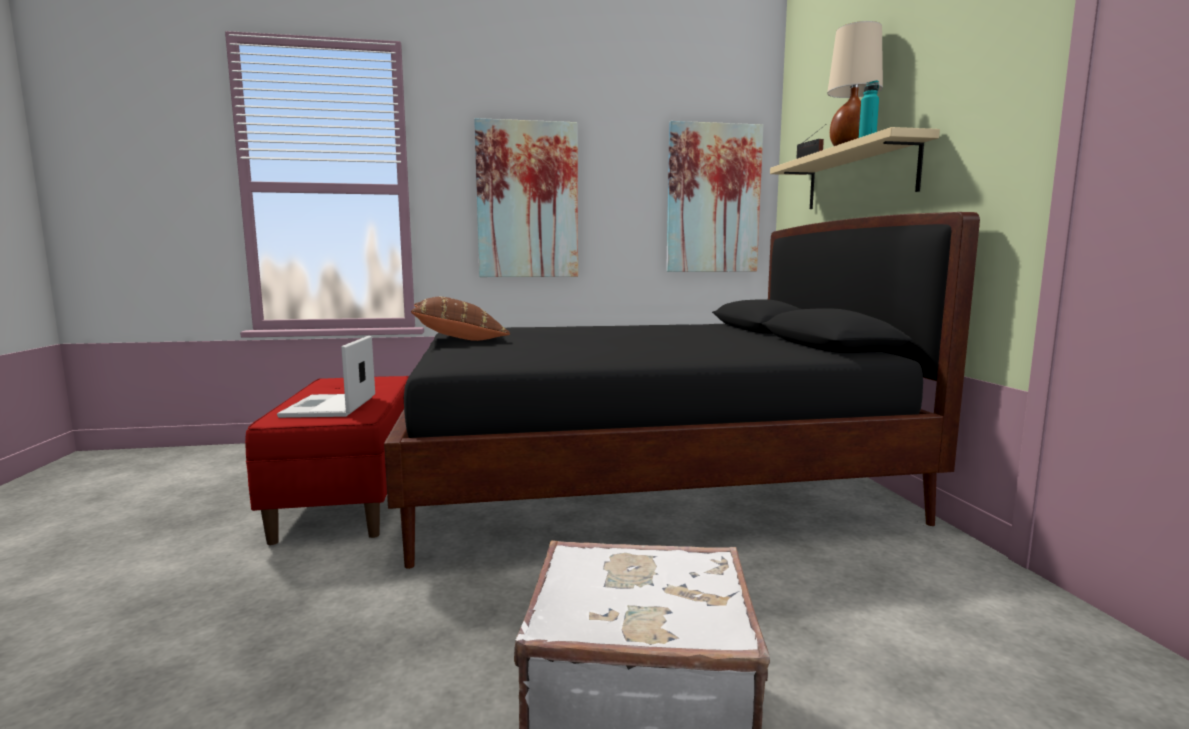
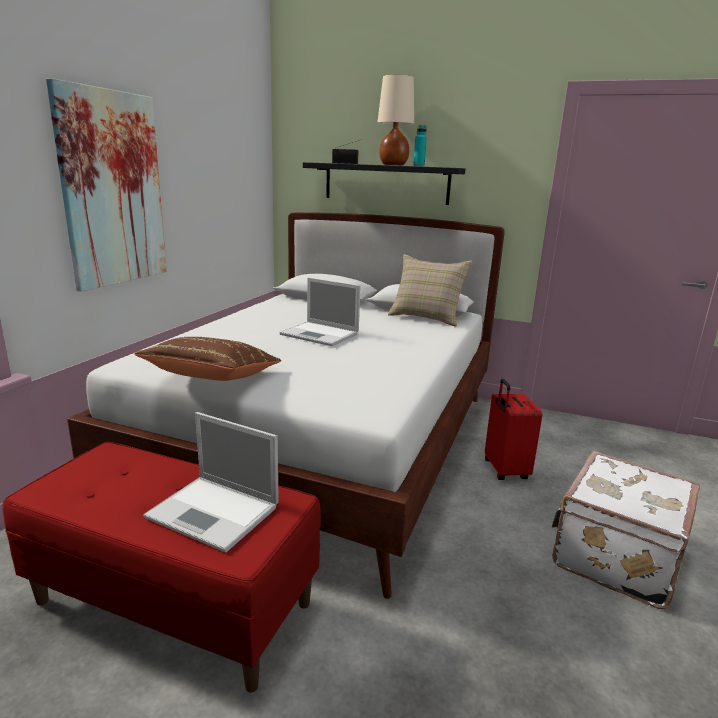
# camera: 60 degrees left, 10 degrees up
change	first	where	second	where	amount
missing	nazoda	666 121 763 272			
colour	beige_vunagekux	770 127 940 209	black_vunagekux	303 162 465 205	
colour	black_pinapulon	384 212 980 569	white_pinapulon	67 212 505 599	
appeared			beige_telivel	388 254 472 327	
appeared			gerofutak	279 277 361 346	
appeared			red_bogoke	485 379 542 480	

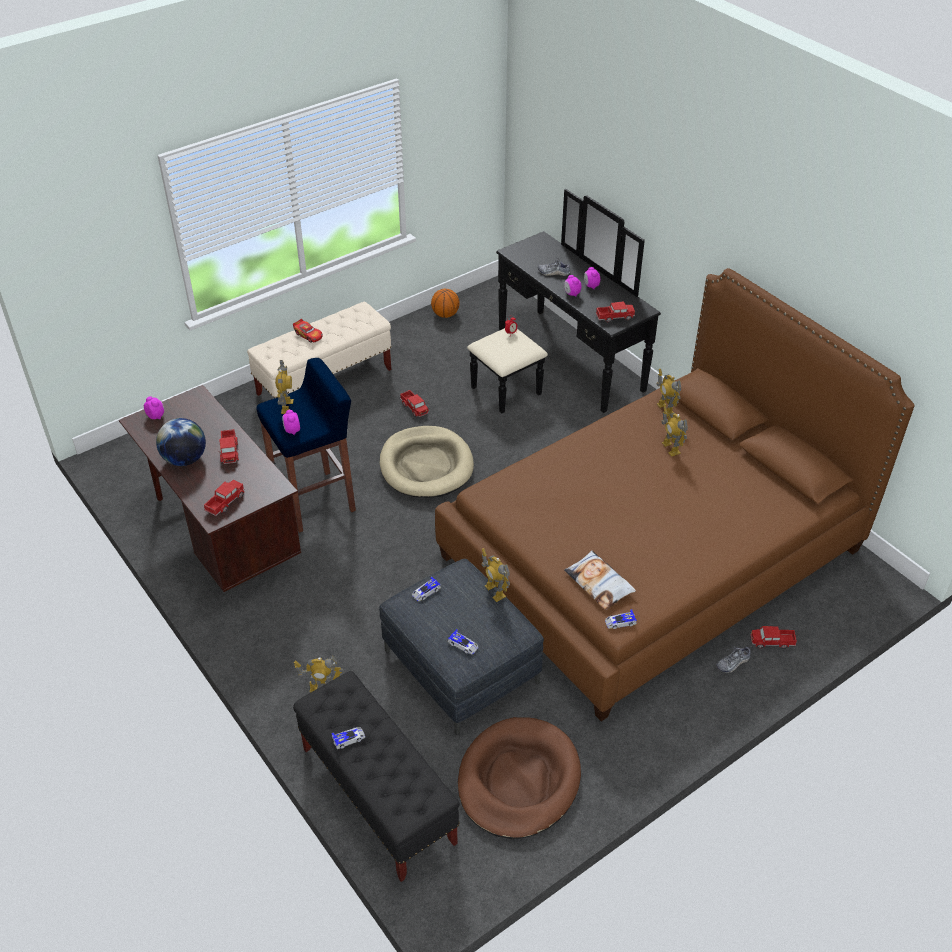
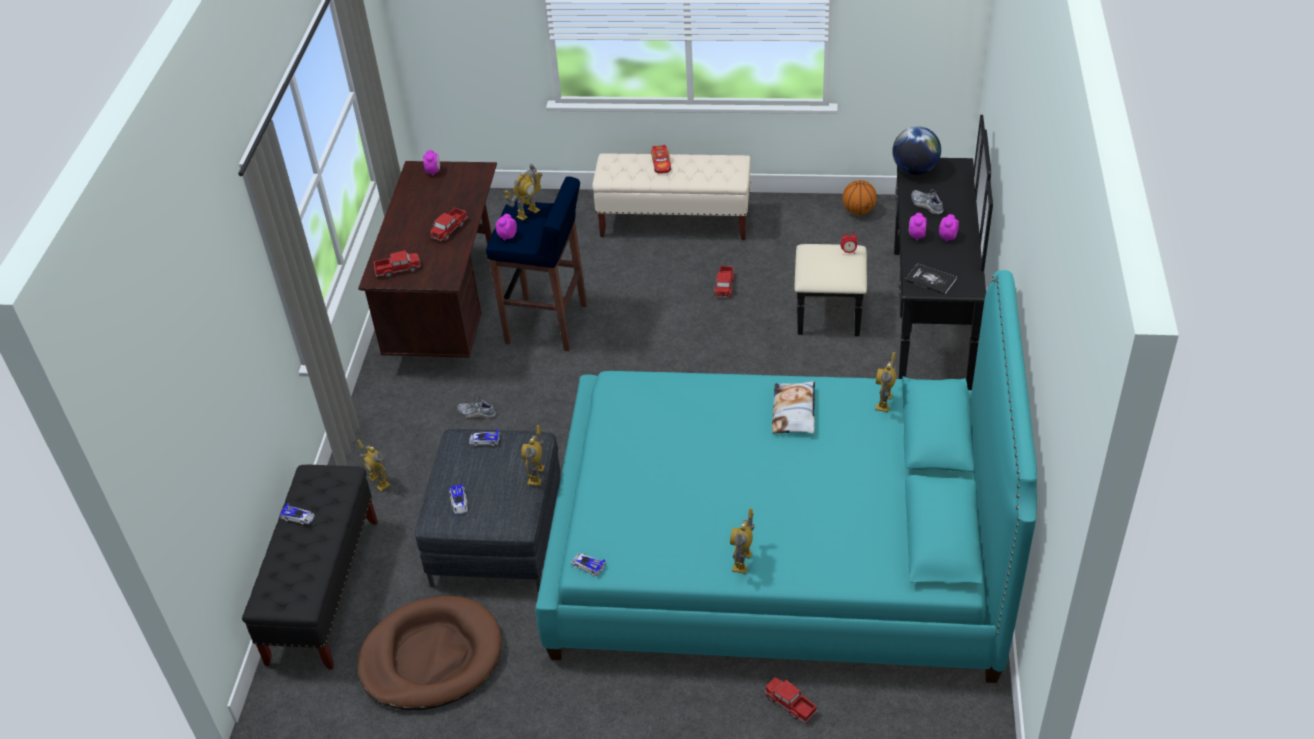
# camera: 45 degrees right, 0 degrees up
change	first	where	second	where	amount
colour	brown_pinapulon	435 268 915 721	turquoise_pinapulon	535 270 1037 683	
exchanged	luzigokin	596 301 635 322	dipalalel	905 263 957 295	
relocated	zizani	661 406 688 457		730 508 755 574	
relocated	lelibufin	156 418 206 466		892 126 941 175	
missing	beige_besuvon	380 426 474 498			
relocated	telivel	564 550 636 610		772 381 815 434	
relocated	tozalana	716 647 751 673		457 397 496 419	

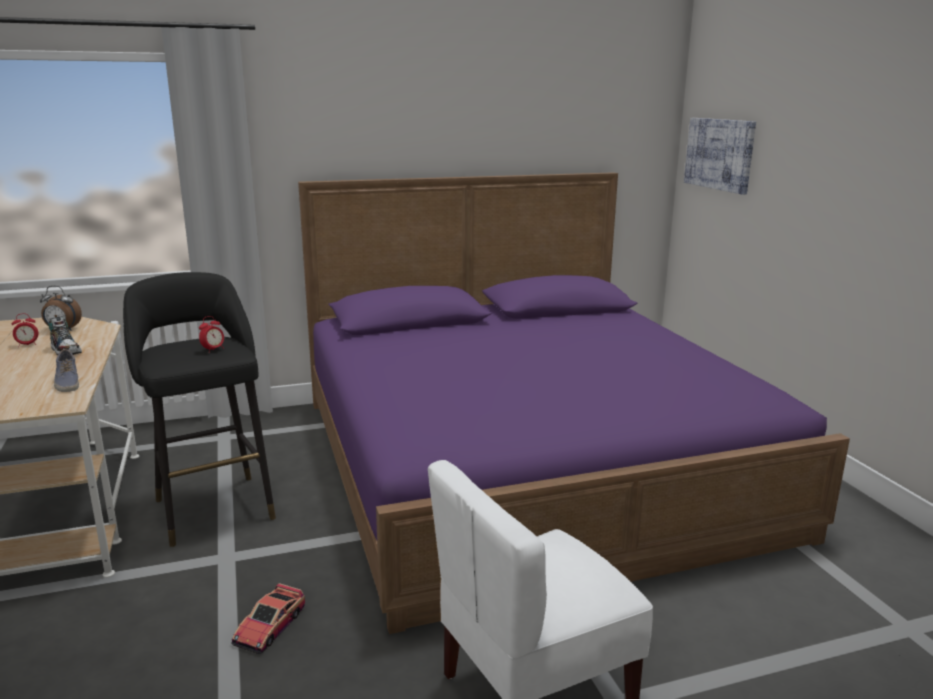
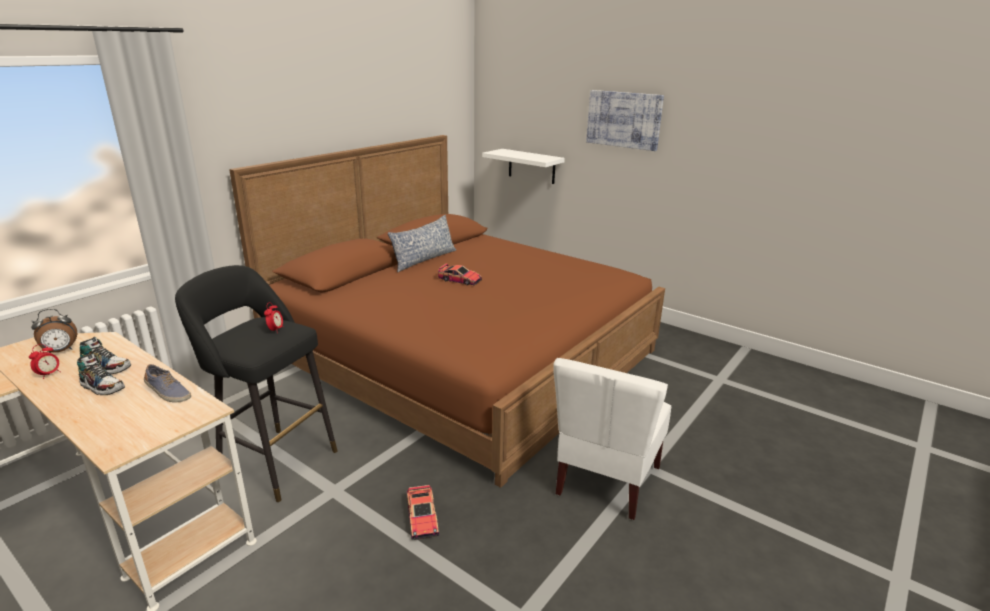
# camera: 35 degrees left, 5 degrees up
change	first	where	second	where	amount
relocated	nazoda	684 118 756 195		586 90 664 151	
colour	purple_pinapulon	298 172 850 634	brown_pinapulon	229 135 665 488	
appeared			white_vunagekux	482 149 565 184	
appeared			telivel	388 215 456 272	
appeared			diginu	438 264 482 285	
appeared			tozalana	77 353 125 395	

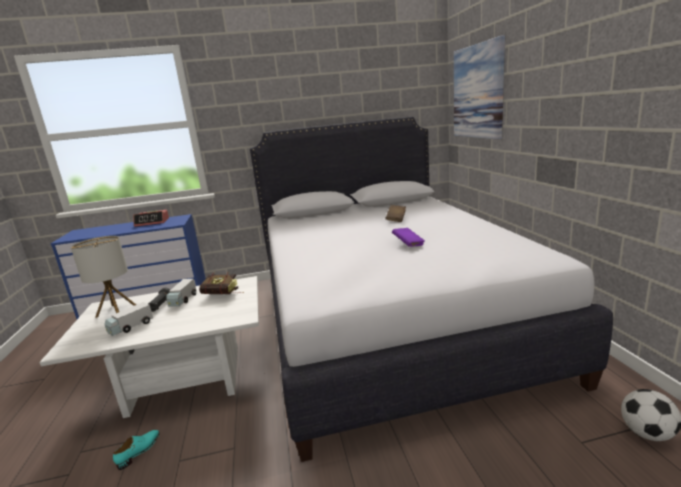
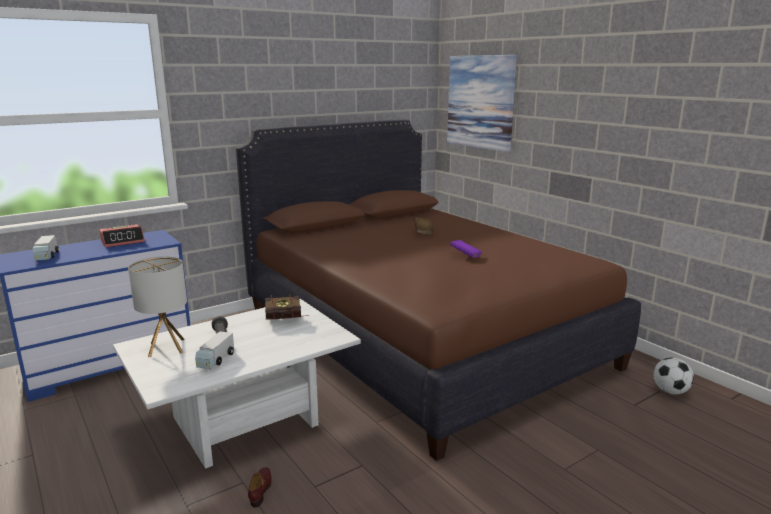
# camera: 25 degrees left, 0 degrees up
change	first	where	second	where	amount
colour	white_pinapulon	250 117 613 462	brown_pinapulon	236 120 641 461	
relocated	luzigokin	166 279 196 307		33 235 59 261	
colour	turquoise_tozalana	113 430 159 470	brown_tozalana	248 467 272 508	

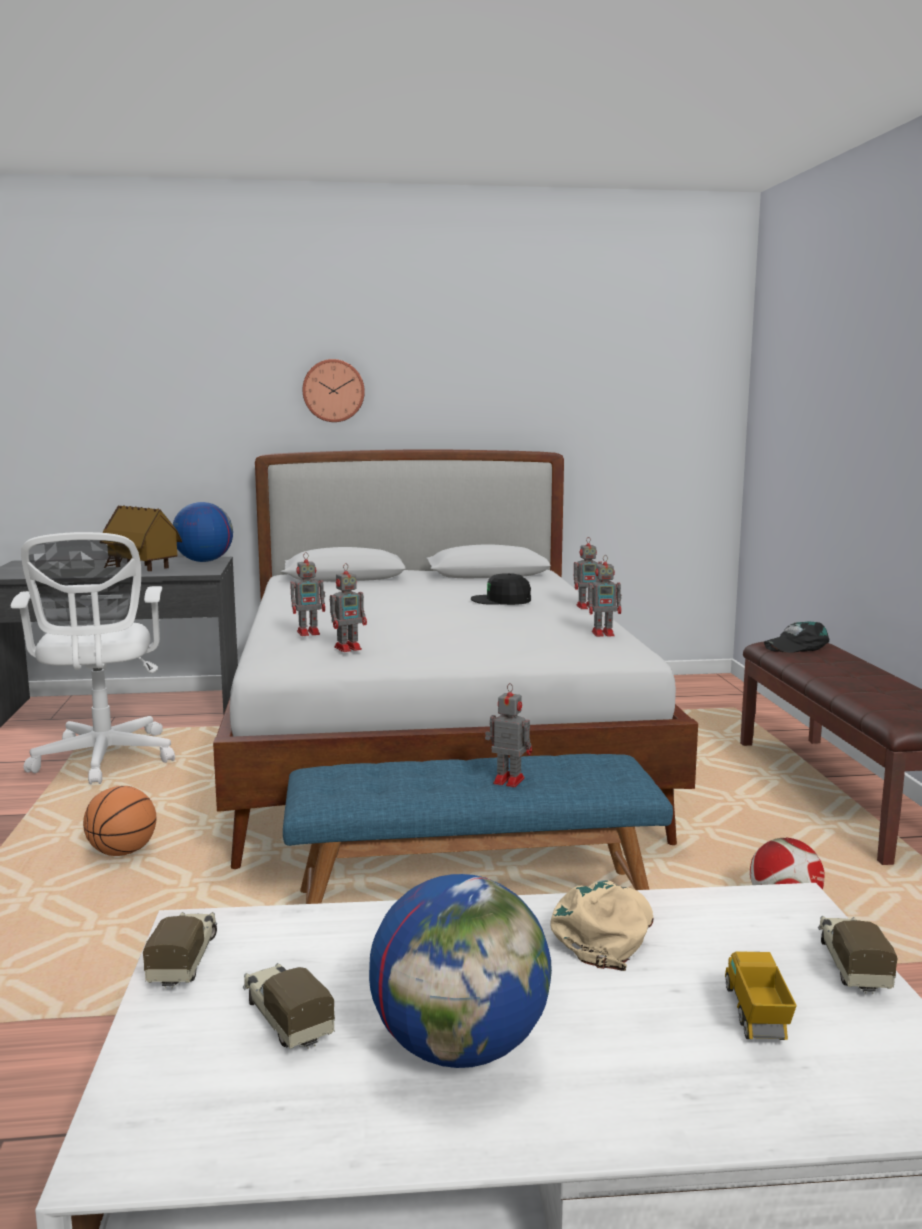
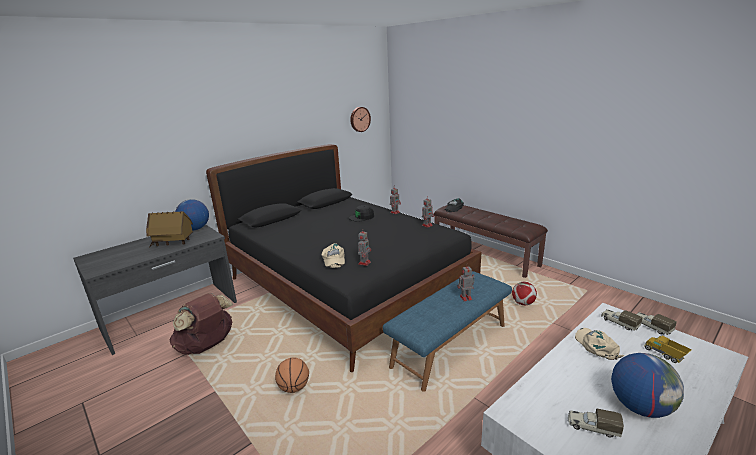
# camera: 35 degrees left, 10 degrees up
change	first	where	second	where	amount
relocated	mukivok	302 359 365 422		350 107 371 132	
colour	white_pinapulon	213 450 698 869	black_pinapulon	206 144 482 372	
exchanged	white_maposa	11 532 175 785	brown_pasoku	170 293 233 355	
exchanged	zizani	290 552 325 636	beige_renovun	322 243 345 268	
relocated	luzigokin	143 912 217 989		601 309 643 331	

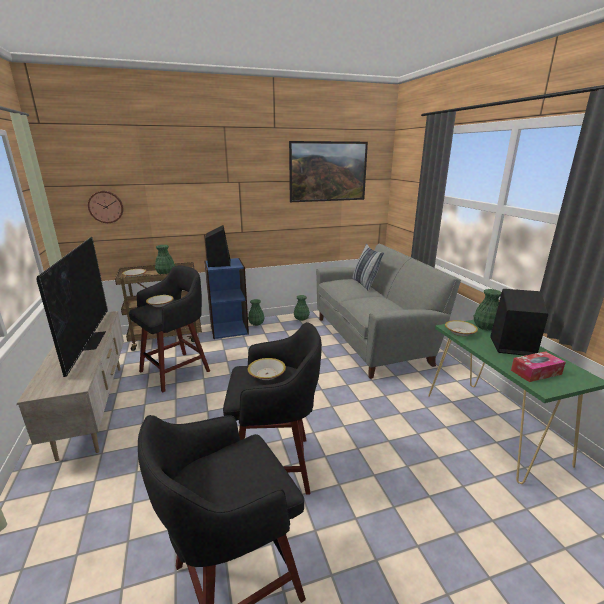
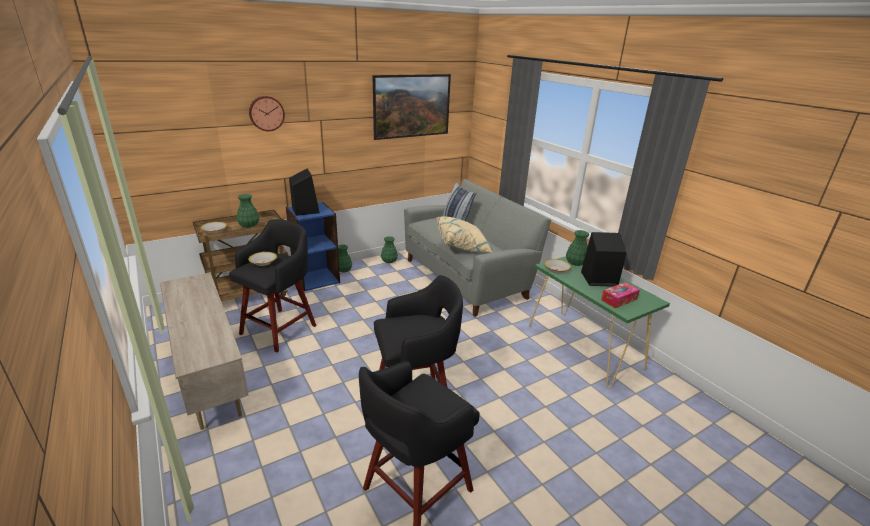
# camera: 15 degrees left, 5 degrees up
change	first	where	second	where	amount
relocated	mukivok	88 191 123 223		249 96 285 131	
missing	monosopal	36 237 108 377			
missing	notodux	248 358 286 380			
appeared			beige_telivel	437 216 492 253	

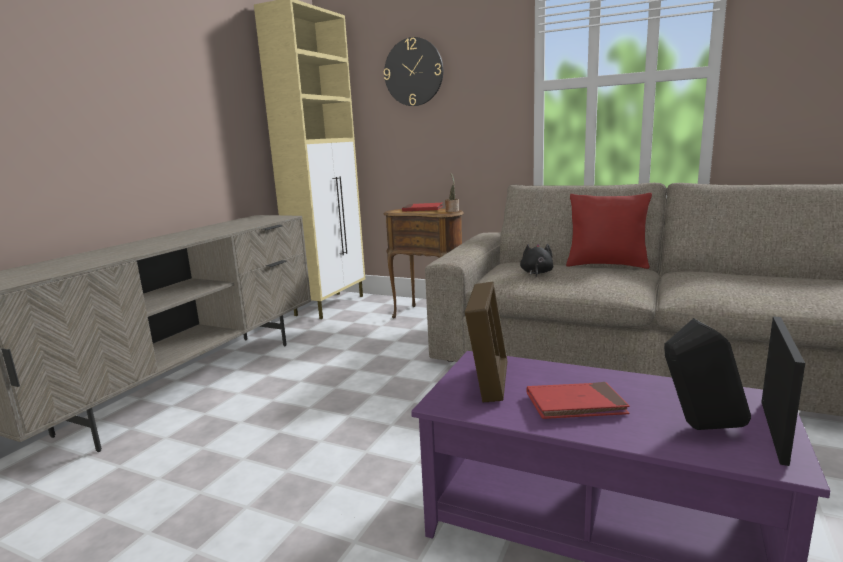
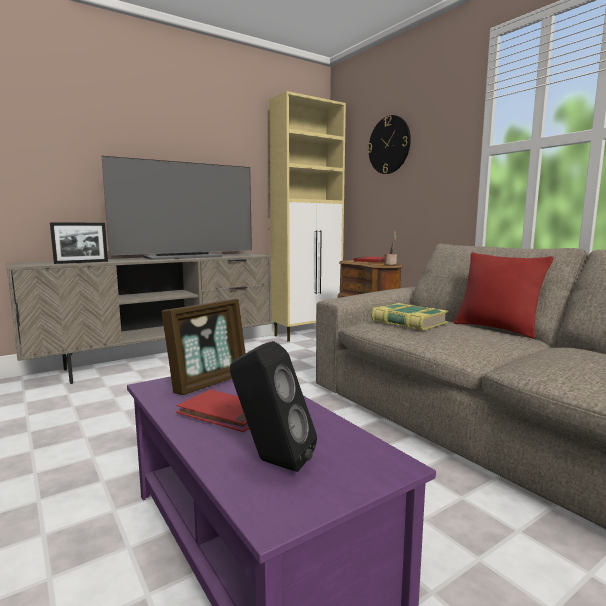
# camera: 30 degrees right, 5 degrees down
change	first	where	second	where	amount
exchanged	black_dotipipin	520 244 553 277	dipalalel	371 303 448 331	
relocated	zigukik	762 316 805 466		50 223 108 264	
appeared			monosopal	102 156 252 260	

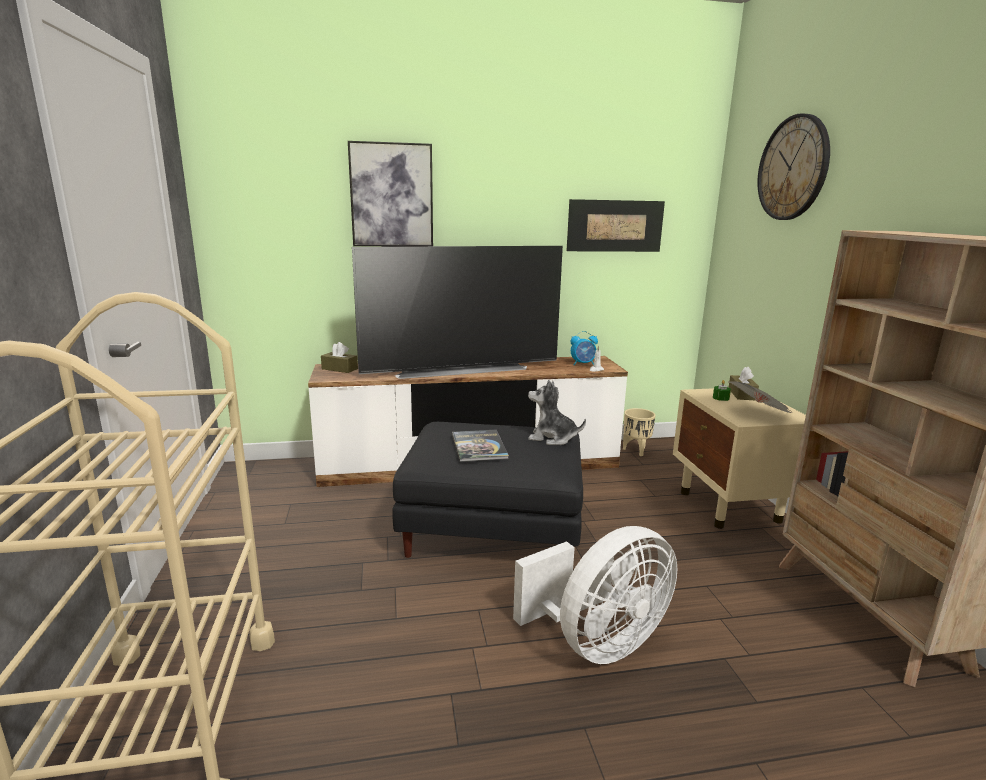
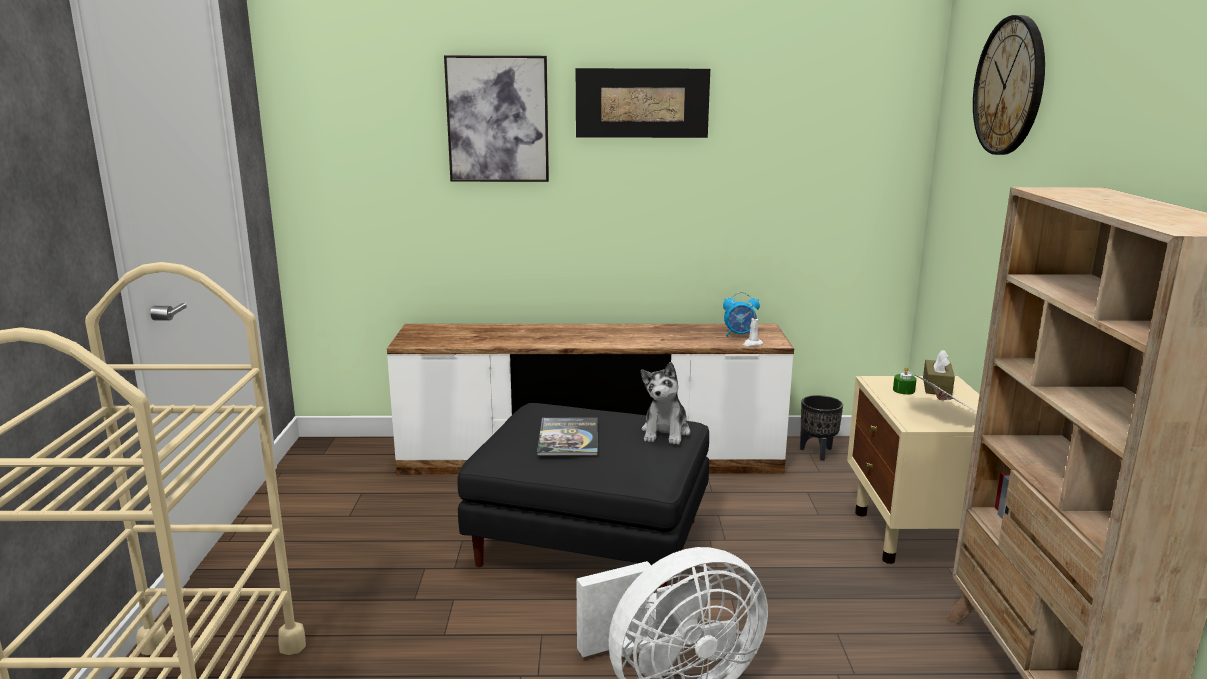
# camera: 10 degrees right, 0 degrees up
change	first	where	second	where	amount
relocated	nazoda	567 199 665 252		576 68 710 138	
missing	monosopal	352 246 563 379			
missing	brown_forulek	321 342 358 373			
spun	dotipipin	528 380 586 445		641 362 690 445	105 degrees counterclockwise
colour	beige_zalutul	623 408 656 456	black_zalutul	800 395 843 460	

